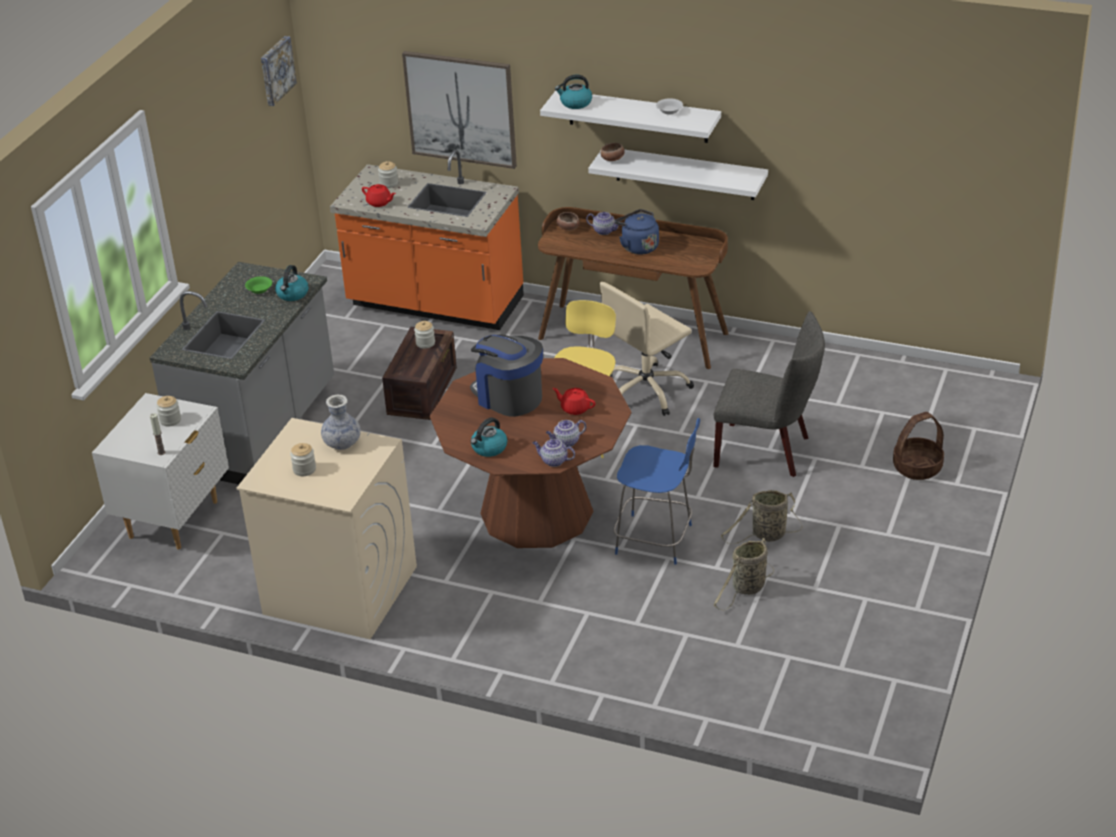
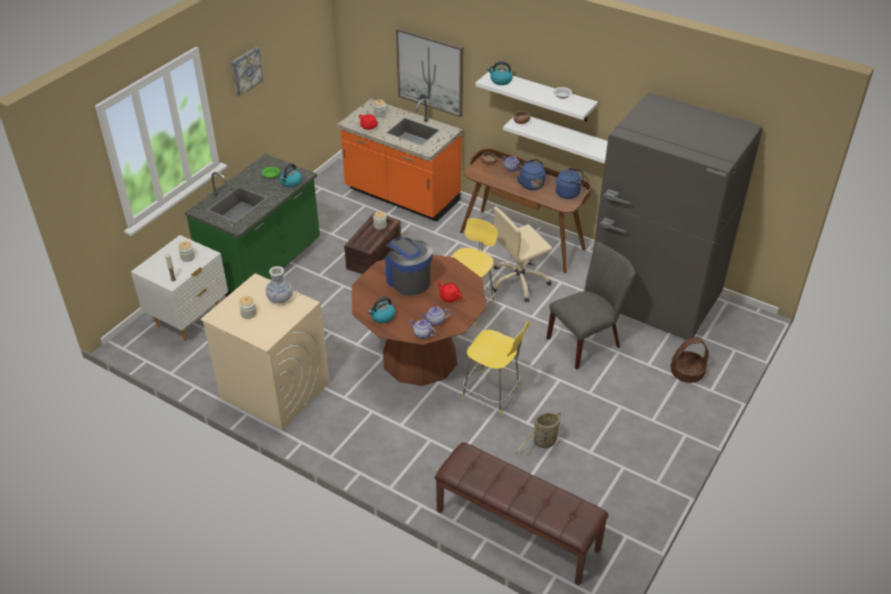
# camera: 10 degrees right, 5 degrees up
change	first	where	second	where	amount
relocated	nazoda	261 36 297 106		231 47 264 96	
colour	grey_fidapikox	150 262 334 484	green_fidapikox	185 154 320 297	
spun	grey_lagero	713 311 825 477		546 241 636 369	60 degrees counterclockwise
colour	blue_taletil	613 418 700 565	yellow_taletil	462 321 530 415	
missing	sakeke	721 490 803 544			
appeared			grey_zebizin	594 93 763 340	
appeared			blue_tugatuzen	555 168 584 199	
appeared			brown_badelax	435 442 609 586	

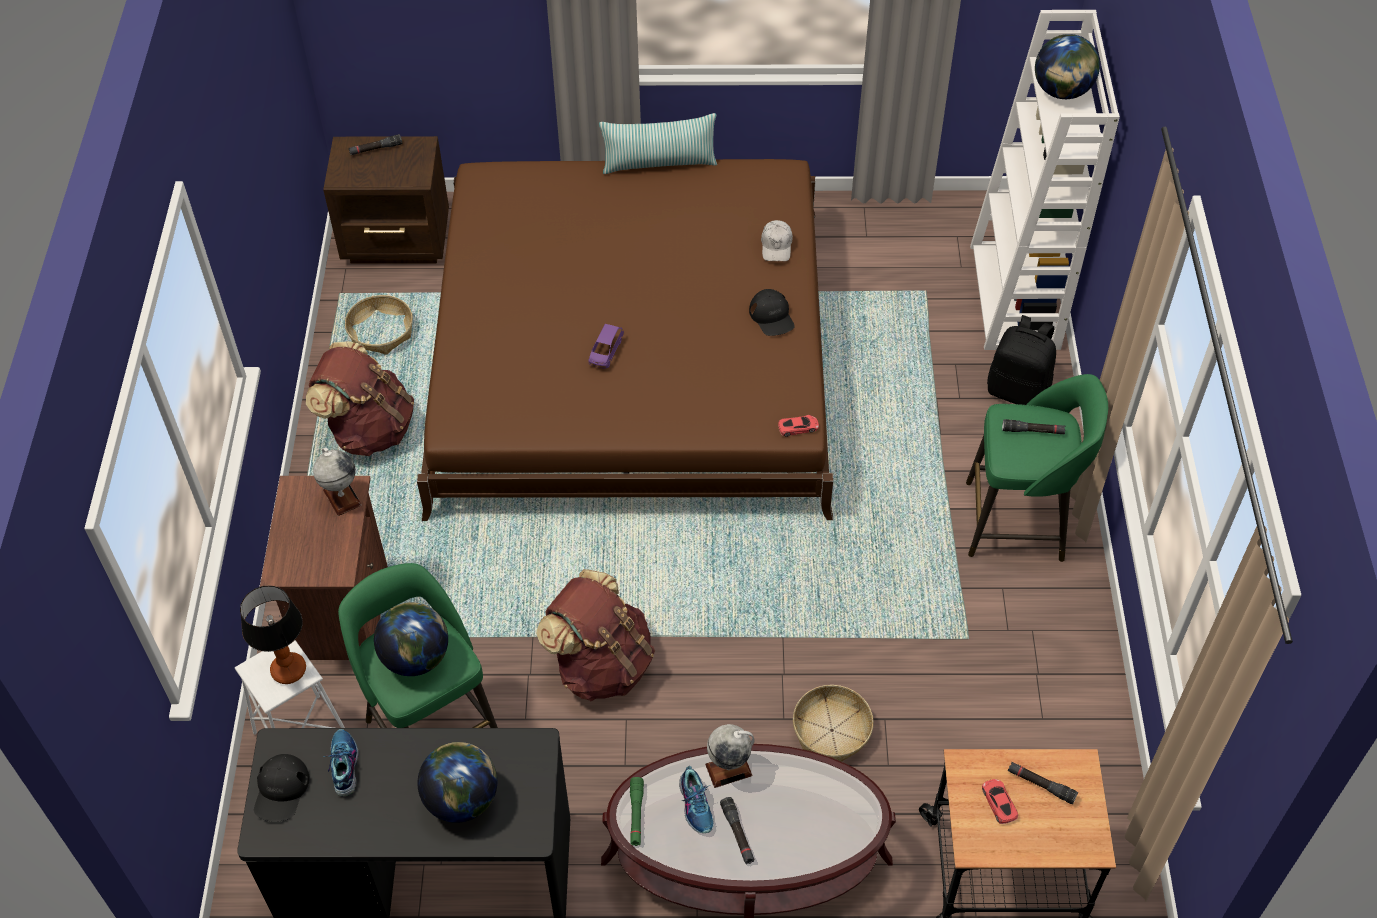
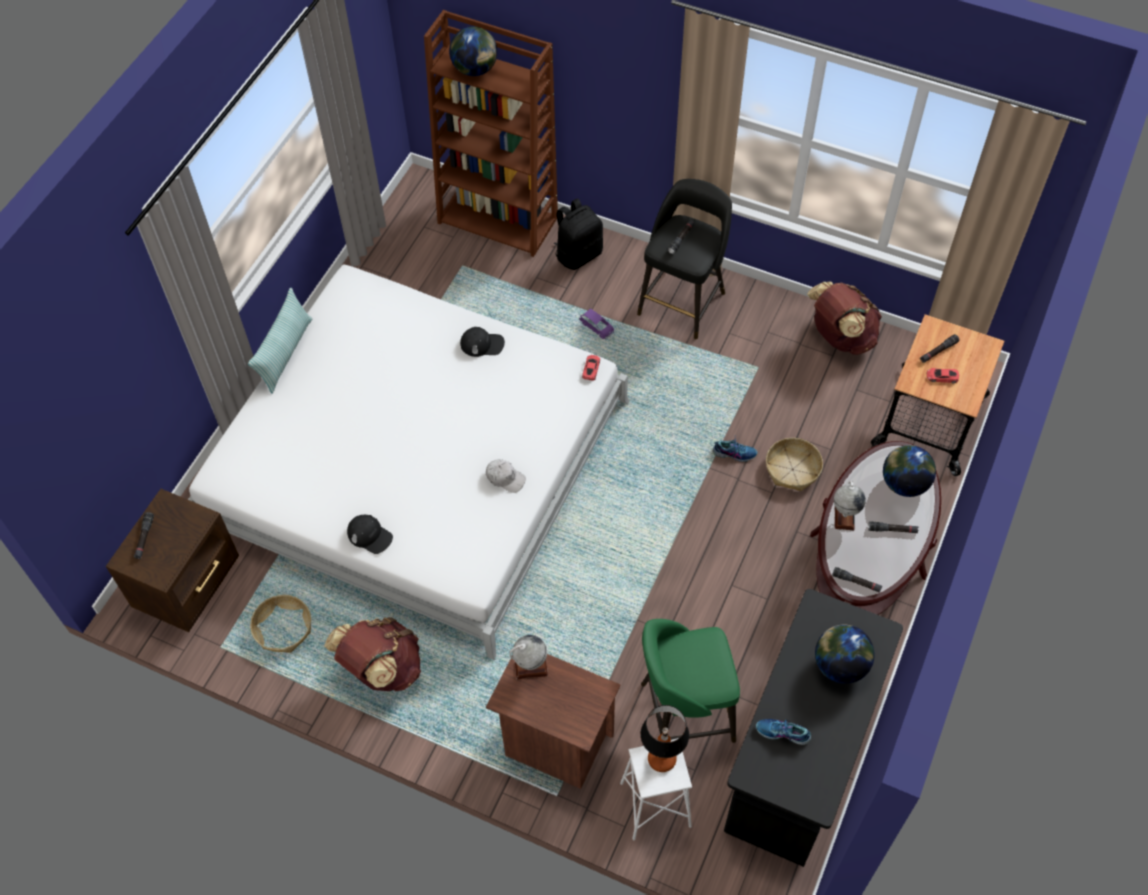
# camera: 65 degrees left, 5 degrees up
change	first	where	second	where	amount
colour	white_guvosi	970 10 1120 350	brown_guvosi	424 10 558 257	
colour	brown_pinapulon	417 159 834 521	white_pinapulon	188 265 630 660	
relocated	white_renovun	761 220 793 261		486 459 526 493	
relocated	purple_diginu	588 324 624 369		579 308 614 339	
colour	green_taletil	966 374 1108 562	black_taletil	637 179 732 339	
relocated	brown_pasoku	536 569 655 702		807 282 882 355	
relocated	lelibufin	374 602 448 676		883 445 936 497	
relocated	black_renovun	254 754 310 822		347 515 393 554	
relocated	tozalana	679 766 714 833		713 438 758 462	
colour	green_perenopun	630 777 644 846	black_perenopun	832 567 882 593	

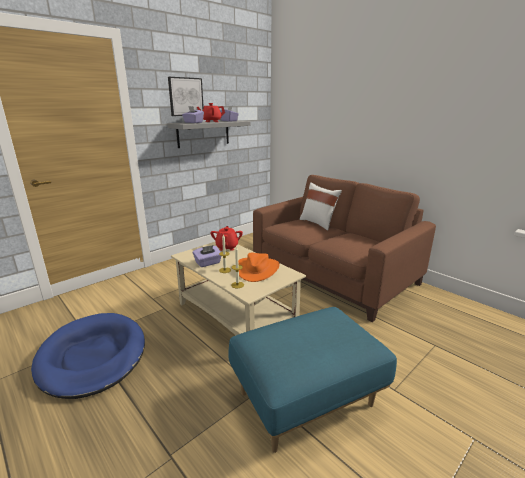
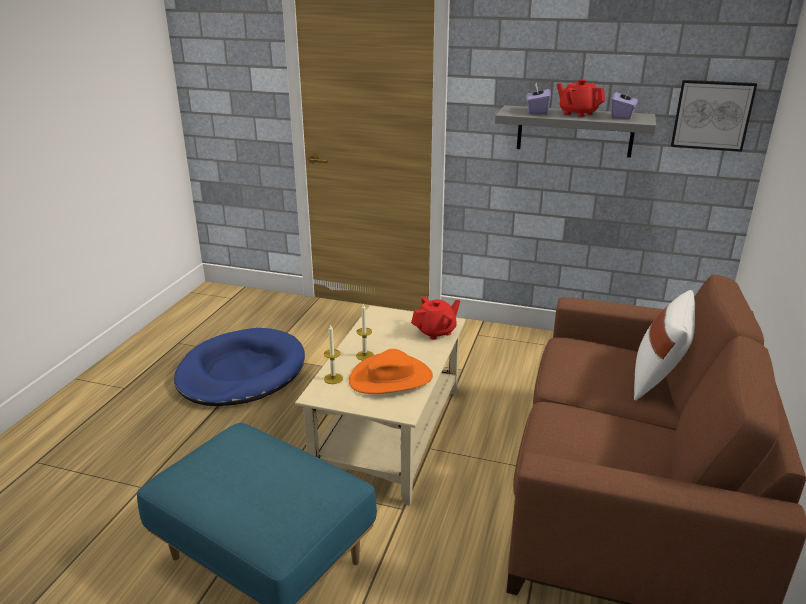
# camera: 60 degrees right, 5 degrees up
change	first	where	second	where	amount
relocated	nazoda	168 77 204 116		671 80 757 152	
missing	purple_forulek	193 245 222 267			

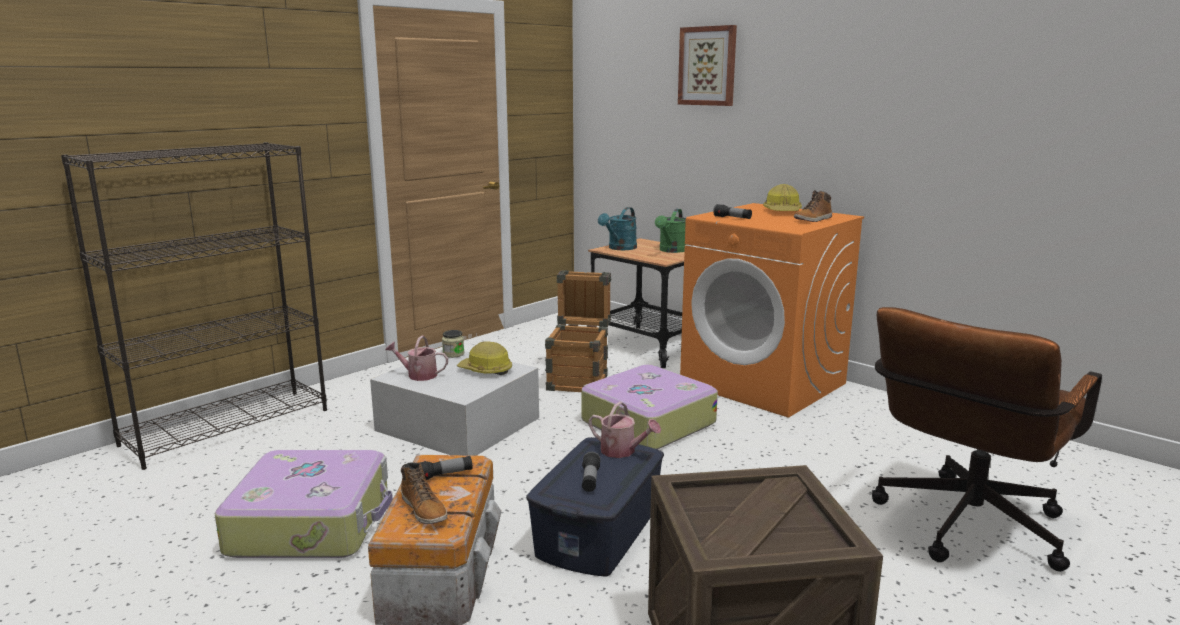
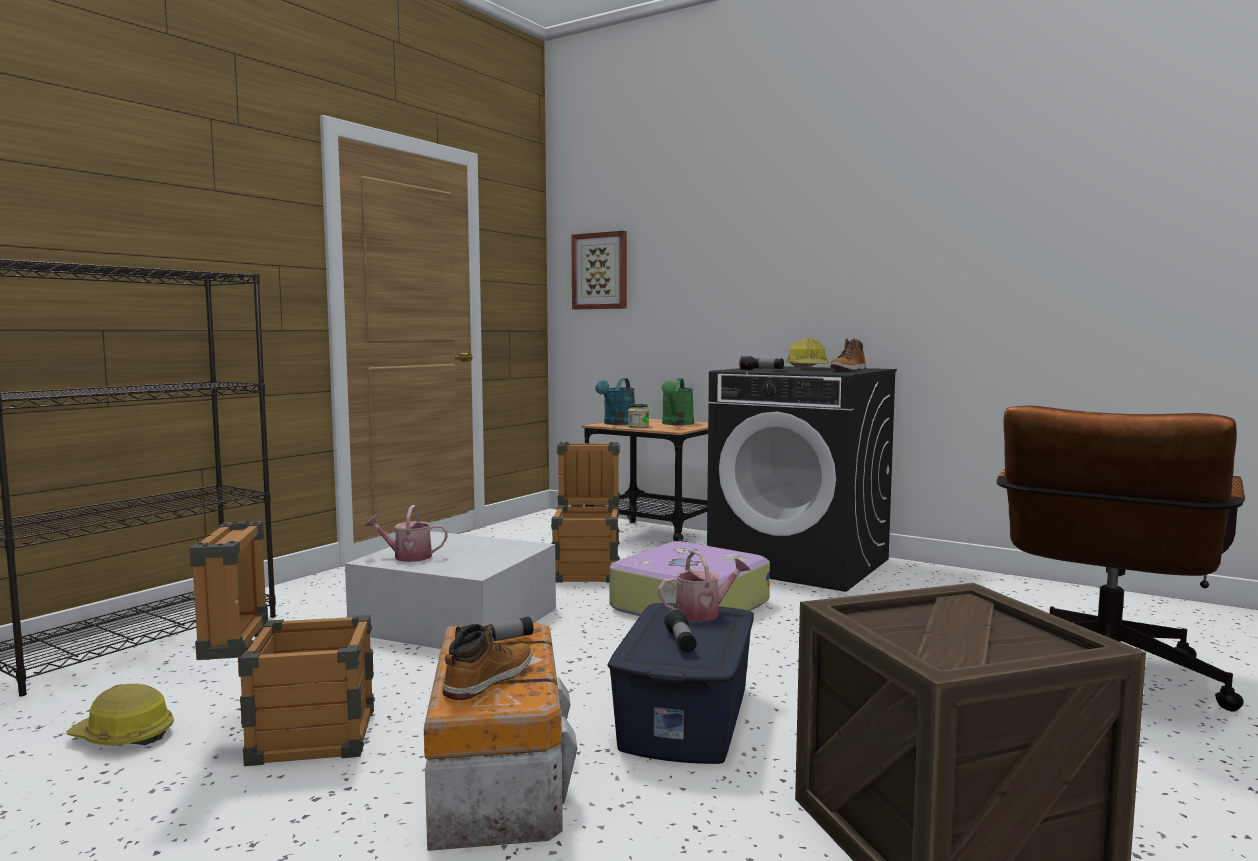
# camera: 10 degrees left, 10 degrees down
change	first	where	second	where	amount
relocated	nazoda	678 25 737 106		571 231 627 309	
colour	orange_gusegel	680 203 864 418	black_gusegel	707 366 897 592	
relocated	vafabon	442 330 464 358		628 404 649 428	
relocated	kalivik	457 341 512 375		67 684 174 746	
spun	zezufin	588 402 661 458		658 550 750 622	45 degrees counterclockwise
exchanged	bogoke	215 450 393 558	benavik	190 521 375 766	
spun	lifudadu	401 462 448 524		442 624 533 700	105 degrees counterclockwise

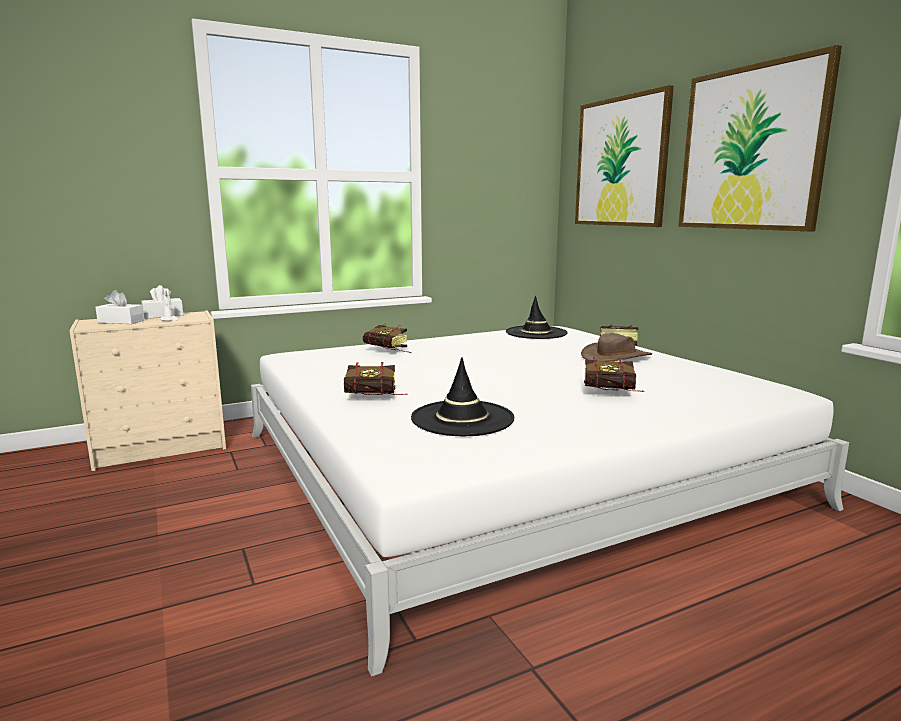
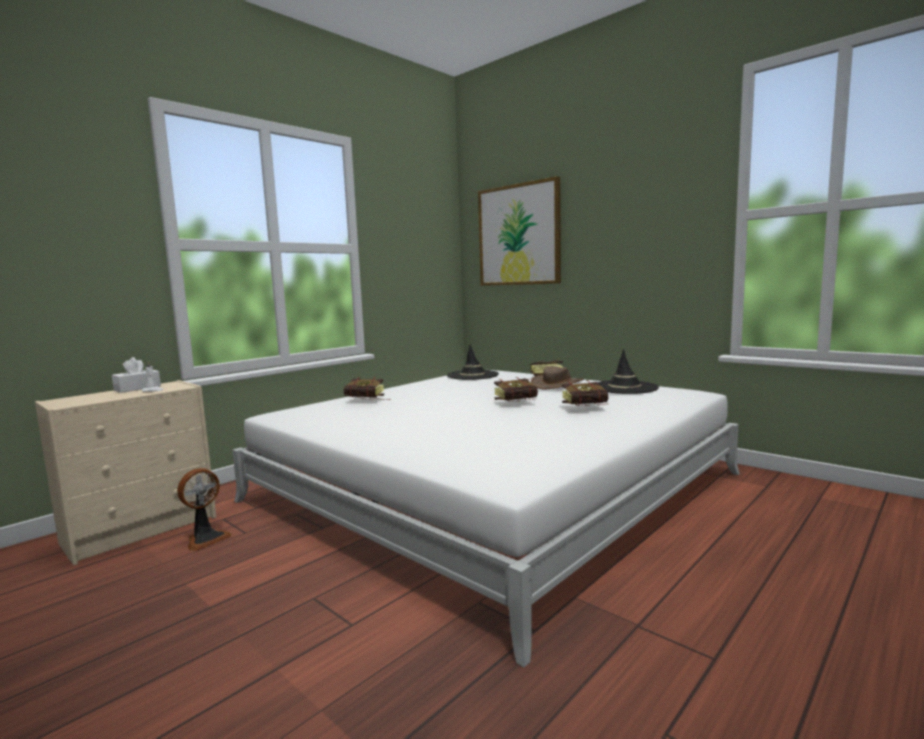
# camera: 20 degrees left, 5 degrees down
change	first	where	second	where	amount
missing	nazoda	678 45 842 231			
missing	white_forulek	95 290 144 324			
relocated	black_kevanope	411 357 514 436		598 349 659 394	
relocated	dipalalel	344 362 408 395		494 377 538 402	
appeared			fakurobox	177 468 232 551	

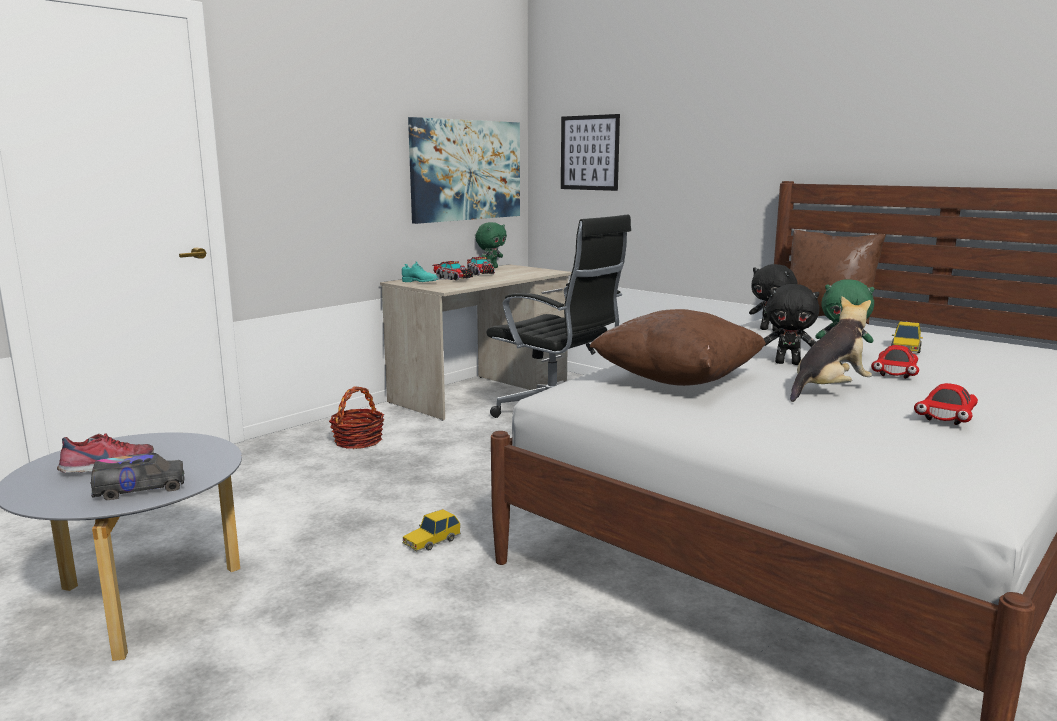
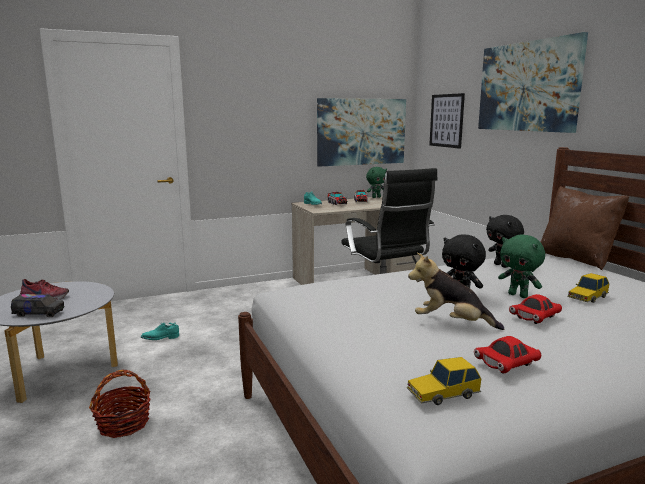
# camera: 25 degrees right, 0 degrees up
change	first	where	second	where	amount
spun	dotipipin	790 296 872 402		408 252 504 330	150 degrees counterclockwise
missing	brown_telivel	589 309 766 386			
relocated	sakeke	329 386 384 449		89 370 151 438	
relocated	diginu	402 509 461 551		407 357 481 405	
appeared			nazoda	478 32 588 133	
appeared			turquoise_tozalana	141 322 179 340	

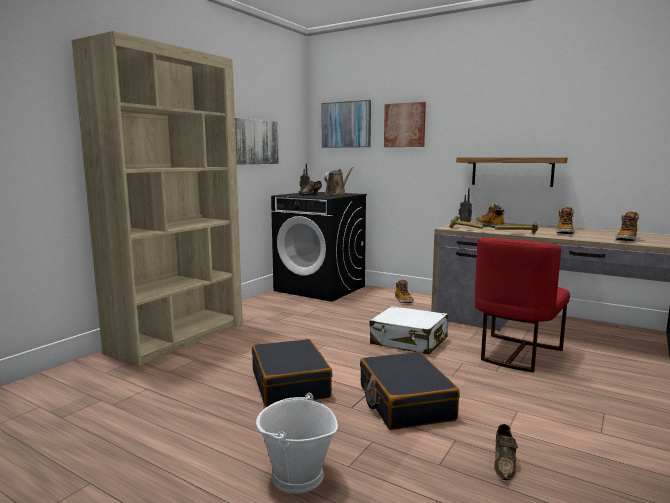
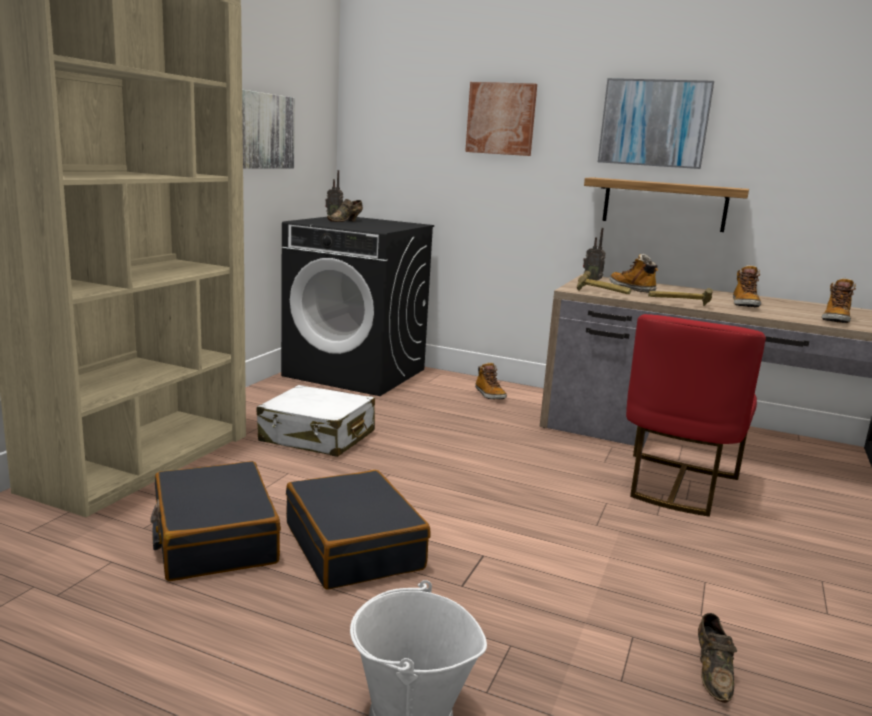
# camera: 10 degrees left, 5 degrees up
change	first	where	second	where	amount
relocated	nazoda	321 100 371 148		598 78 714 169	
missing	brown_zezufin	324 167 354 195			
relocated	white_bogoke	370 306 448 355		257 385 375 457	
relocated	black_bogoke	360 352 460 430		150 461 281 581	

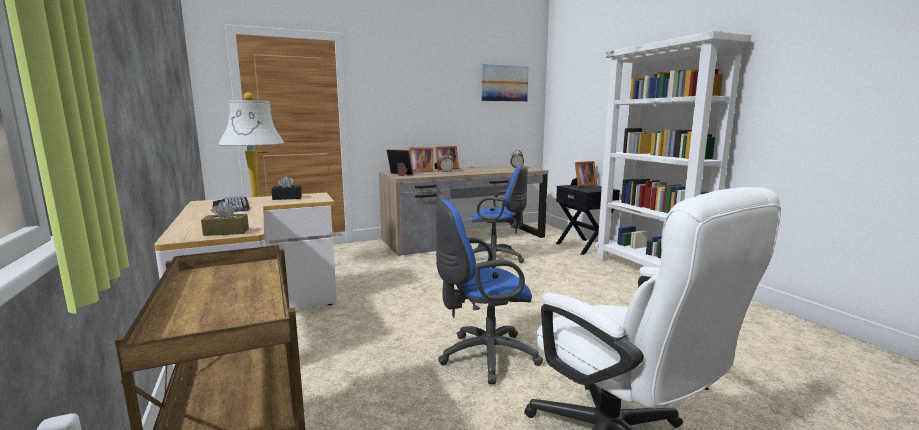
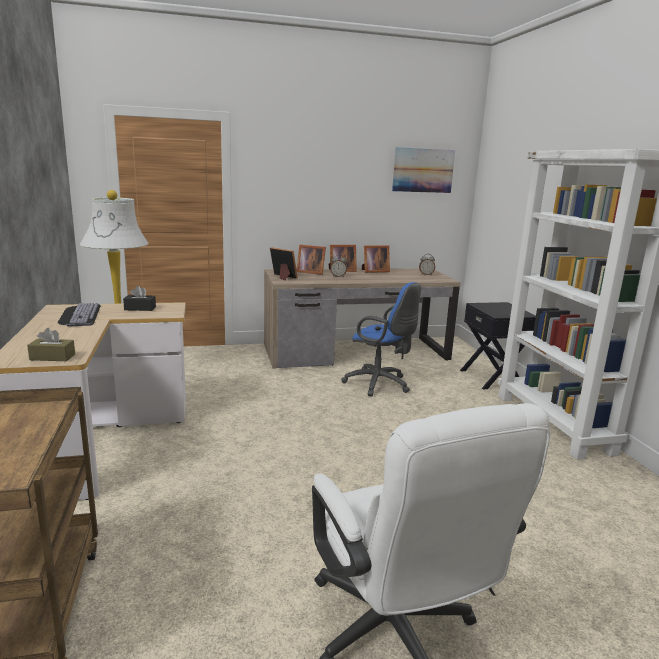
# camera: 10 degrees right, 5 degrees up
change	first	where	second	where	amount
relocated	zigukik	571 161 597 187		362 245 390 273	
missing	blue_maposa	436 199 543 384			

